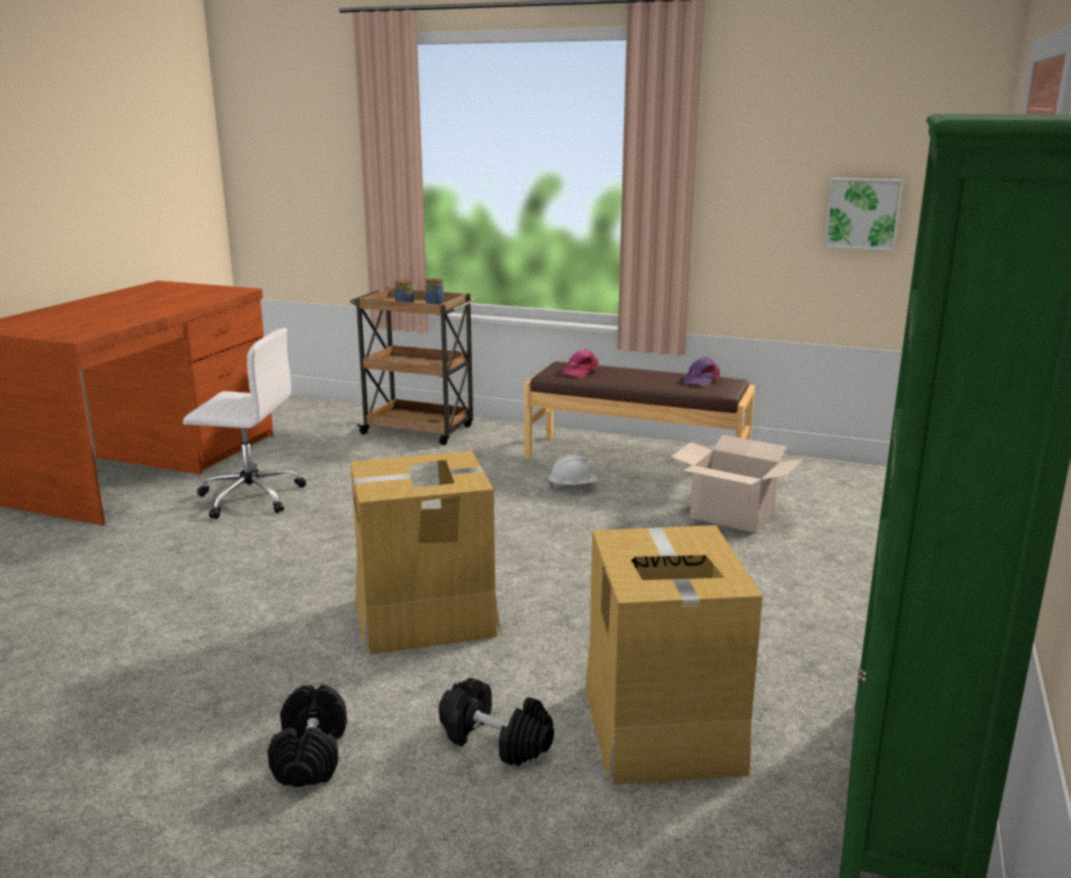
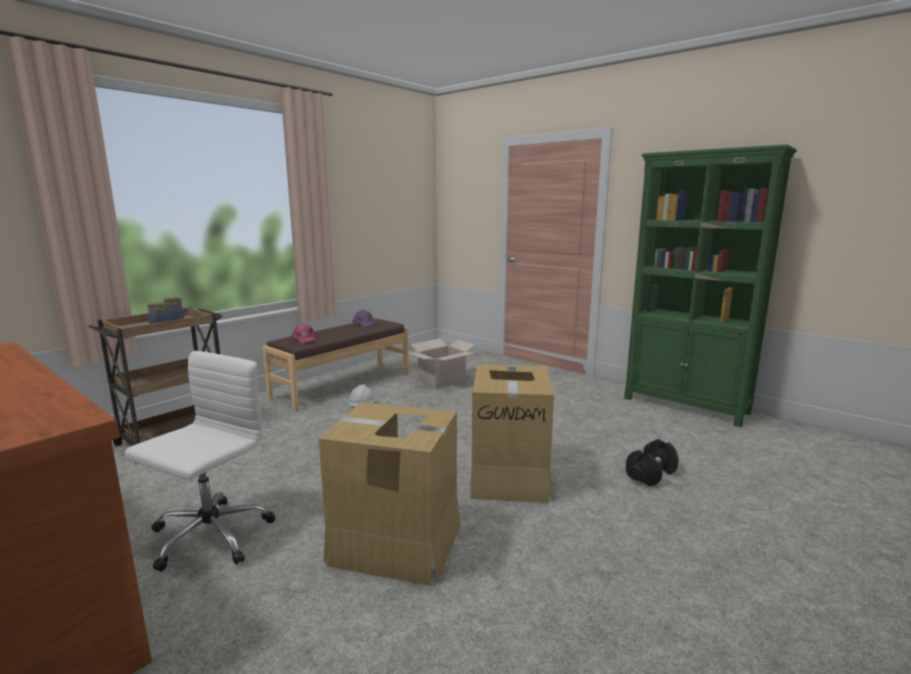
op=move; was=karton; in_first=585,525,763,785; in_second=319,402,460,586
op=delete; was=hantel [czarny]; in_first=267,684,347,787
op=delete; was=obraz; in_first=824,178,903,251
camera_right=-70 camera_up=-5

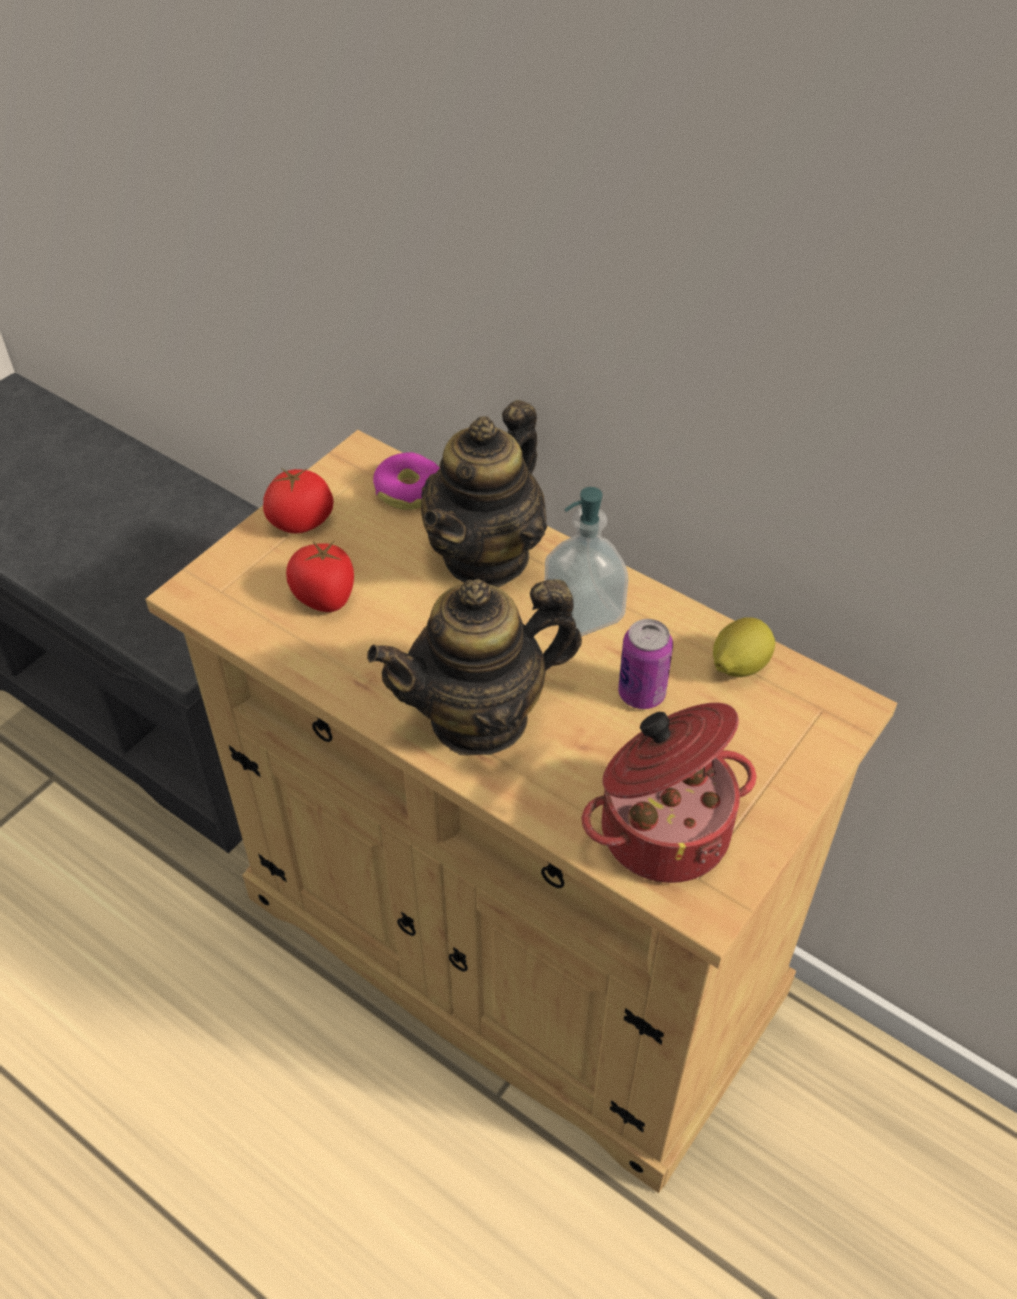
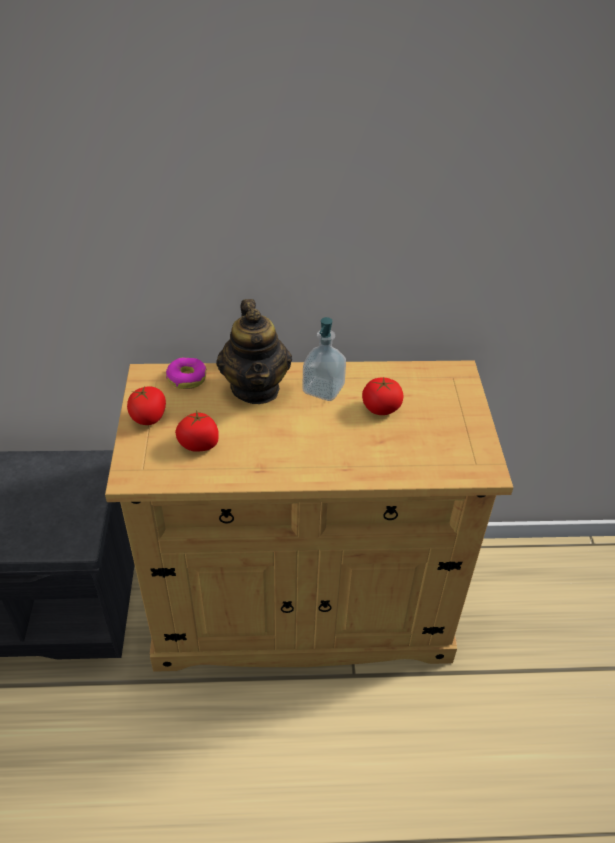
op=replace; was=puszka; now=pomidor; in_first=618,619,673,709; in_second=362,377,403,415
op=delete; was=imbryk; in_first=367,579,582,755
op=delete; was=garnek; in_first=581,703,757,883
op=delete; was=cytryna; in_first=713,617,775,677
camera_right=-40 camera_up=-5

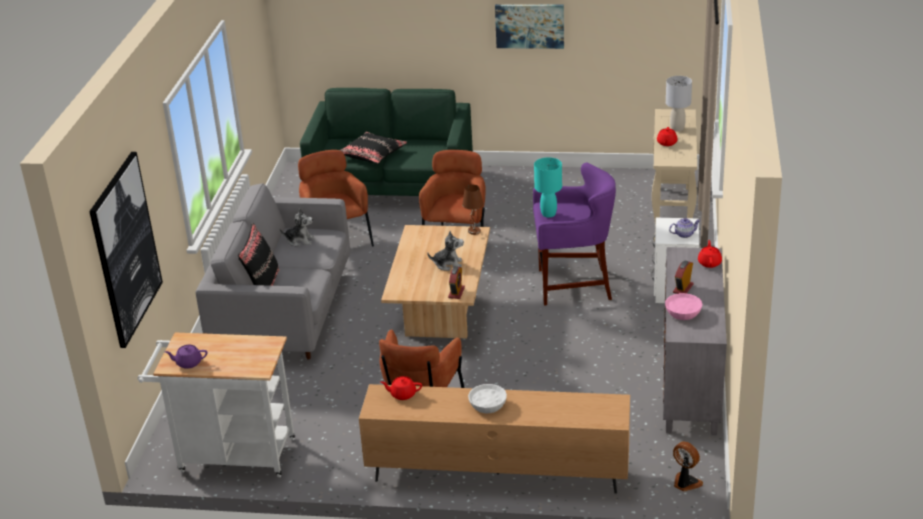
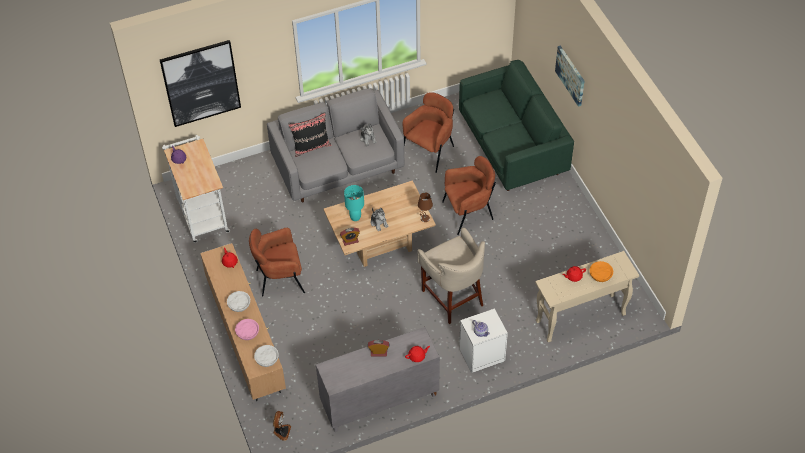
op=move; was=miska [różowy]; in_first=665,293,702,320; in_second=235,319,259,340
op=insert; now=miska [biały]; in_second=254,345,279,367
op=move; was=lampa stołowa [turkusowy]; in_first=534,157,562,218; in_second=344,185,364,221
op=recolor; was=stołek [fioletowy]; now=stołek [beżowy]; in_first=533,162,616,305; in_second=417,228,485,324
op=move; was=obraz; in_first=495,4,564,49; in_second=555,45,584,107
op=replace; was=lampa stołowa [szary]; now=miska [pomarańczowy]; in_first=666,76,692,132; in_second=590,261,613,282
op=delete; was=poduszka [czarny]; in_first=340,132,408,164
camera_right=60 camera_up=20

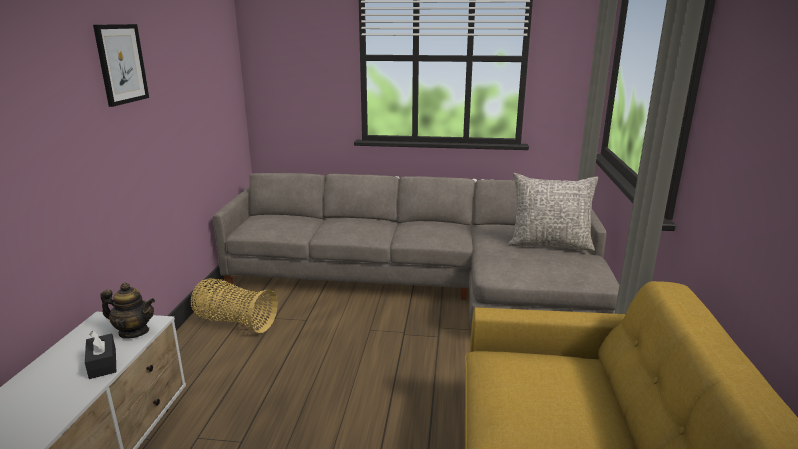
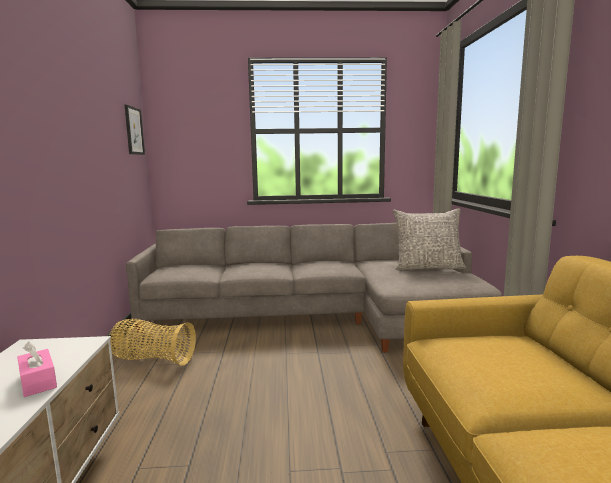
op=recolor; was=pudełko chusteczek [czarny]; now=pudełko chusteczek [różowy]; in_first=85,331,116,379; in_second=17,341,57,397
op=move; was=obraz; in_first=93,24,149,107; in_second=125,105,145,155
op=delete; was=imbryk; in_first=100,283,155,339
camera_right=-10 camera_up=-10

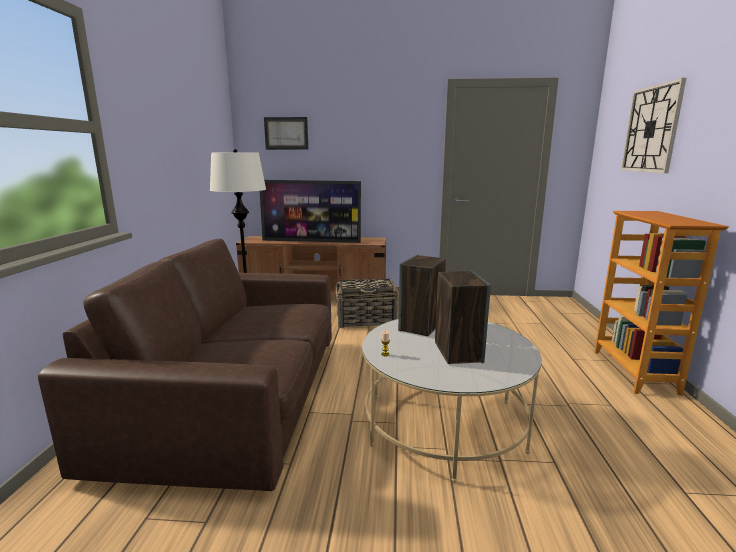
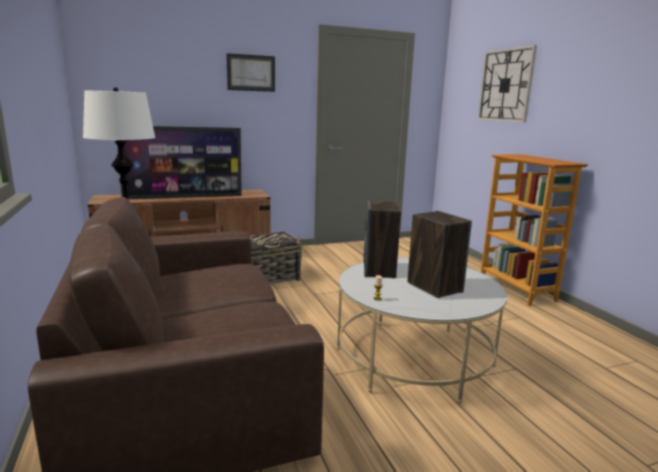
op=move; was=obraz; in_first=264,117,308,150; in_second=226,53,275,92
camera_right=-25 camera_up=0

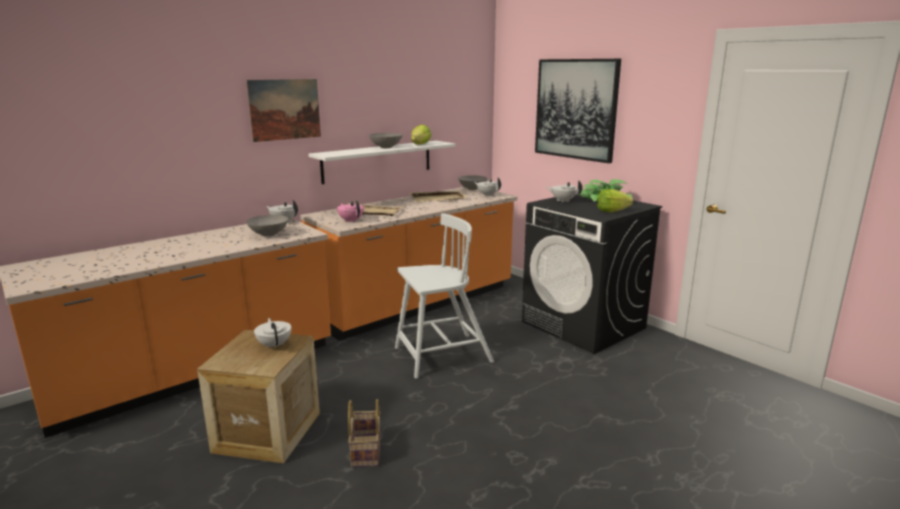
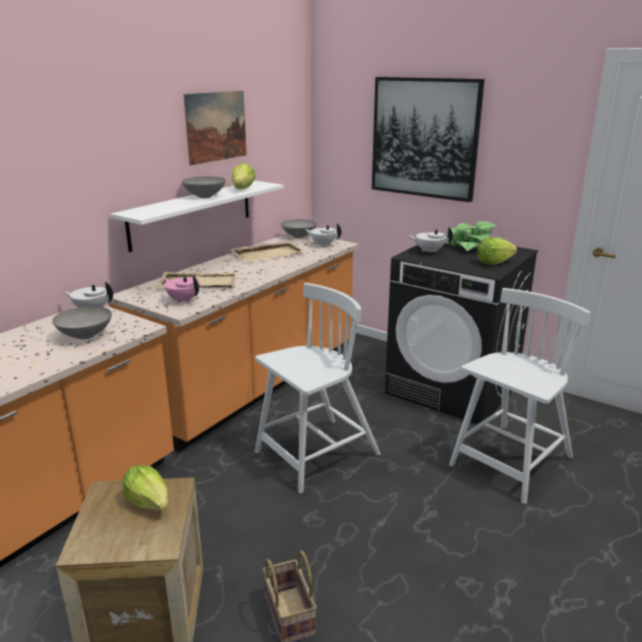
op=replace; was=imbryk [biały]; now=sałata; in_first=254,318,291,349; in_second=123,465,168,510
op=move; was=obraz; in_first=246,79,321,142; in_second=183,91,247,165
op=insert; now=krzesło [biały]; in_second=449,288,590,504
camera_right=-15 camera_up=5

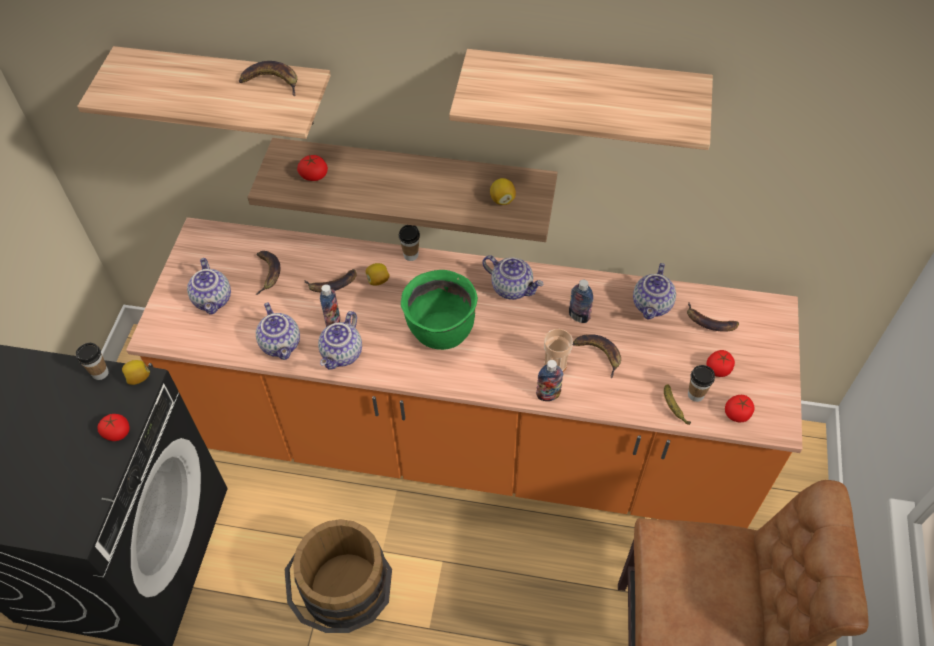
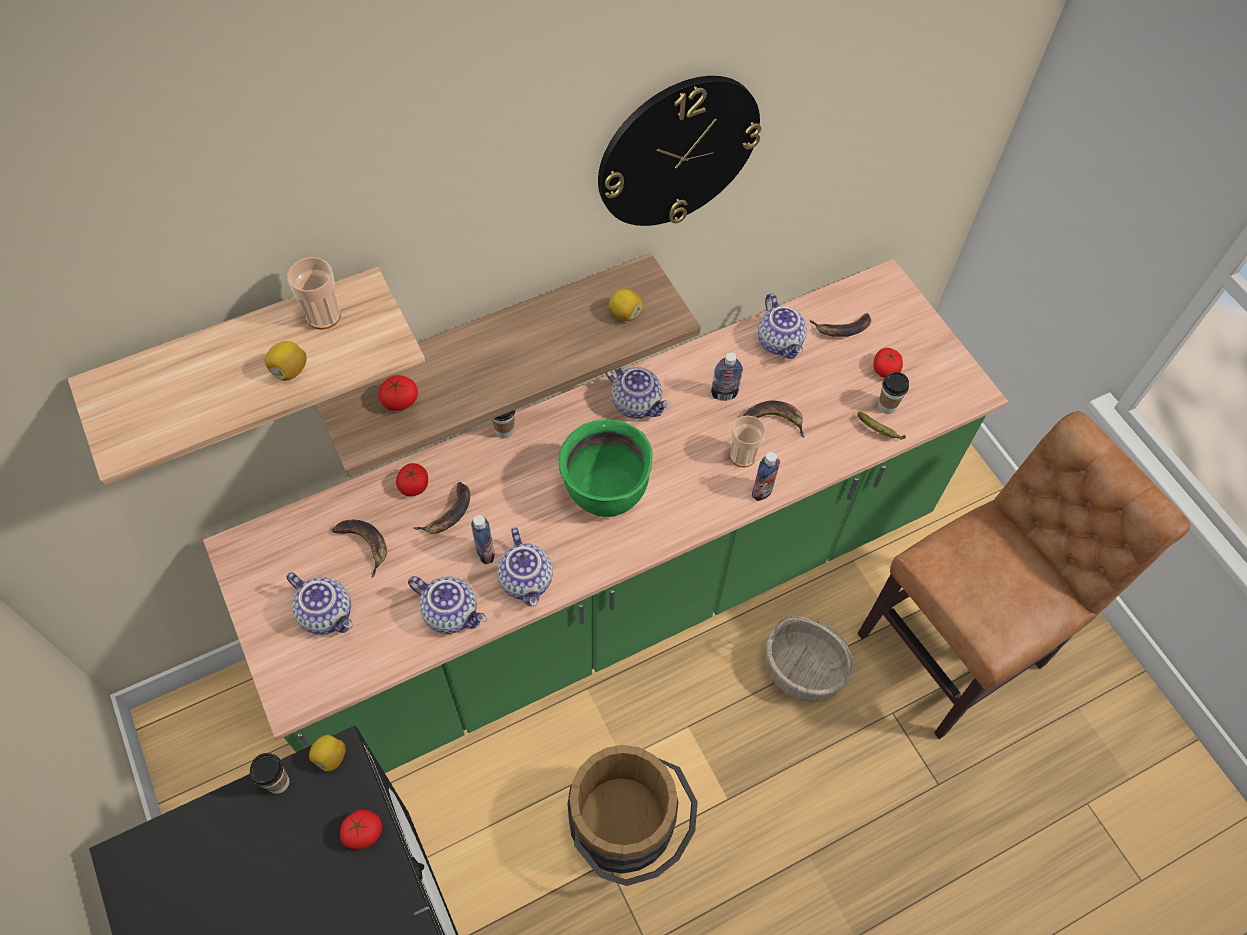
op=recolor; was=zabudowa kuchenna [pomarańczowy]; now=zabudowa kuchenna [zielony]; in_first=126,217,803,528; in_second=203,259,1008,773
op=move; was=cytryna; in_first=366,263,390,286; in_second=265,341,307,381
op=replace; was=banan; now=filiżanka; in_first=239,61,297,96; in_second=287,257,341,330
op=move; was=pomidor; in_first=725,395,754,422; in_second=396,463,428,496
op=replace; was=półka; now=zegar ścienny; in_first=449,49,713,150; in_second=598,76,761,226
op=rotate; was=imbryk; in_first=482,255,544,300; in_second=606,367,671,419; clockwise=45
op=insert; now=koszyk; in_second=765,615,853,702
camera_right=-40 camera_up=5

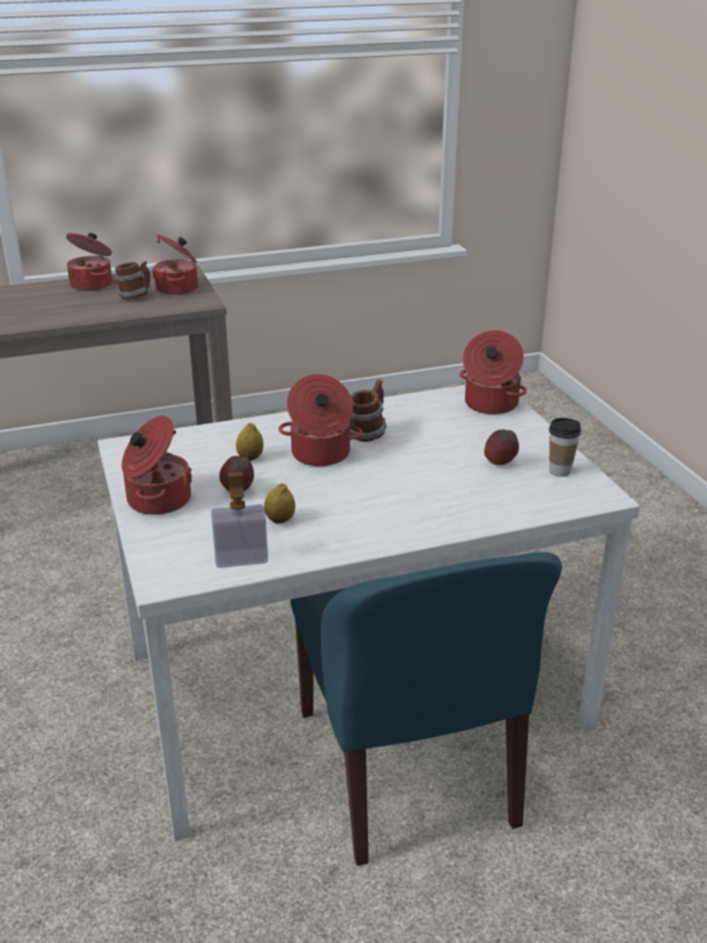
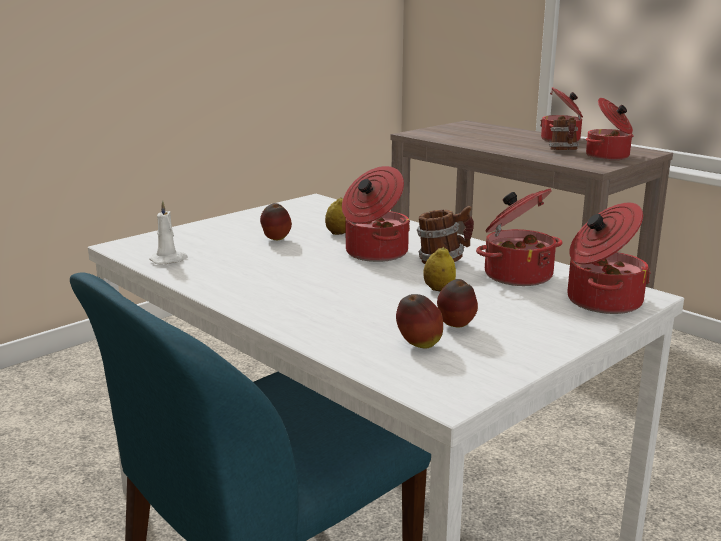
op=replace; was=dozownik mydła; now=świeca [biały]; in_first=211,472,268,568; in_second=149,200,188,265
op=insert; now=jabłko; in_second=396,294,443,348
op=move; was=cytryna; in_first=264,483,295,523; in_second=423,247,456,291
op=move; was=garnek; in_first=122,416,193,515; in_second=476,189,562,286
op=delete; was=filiżanka; in_first=549,418,581,477
camera_right=65 camera_up=-10

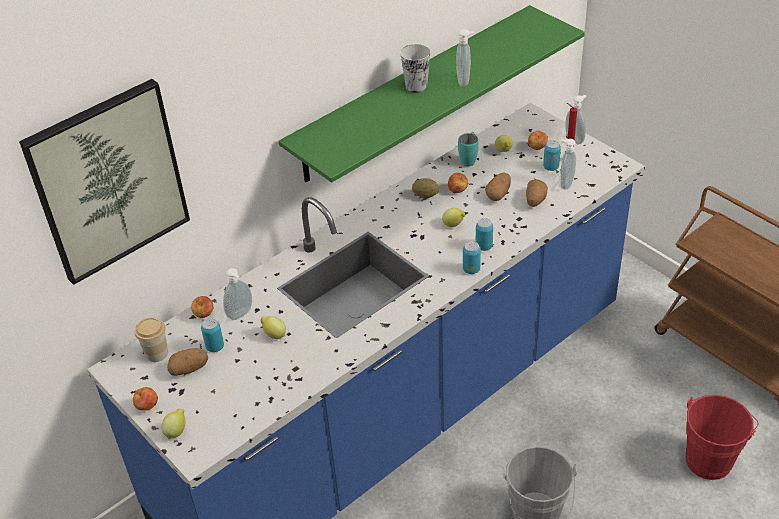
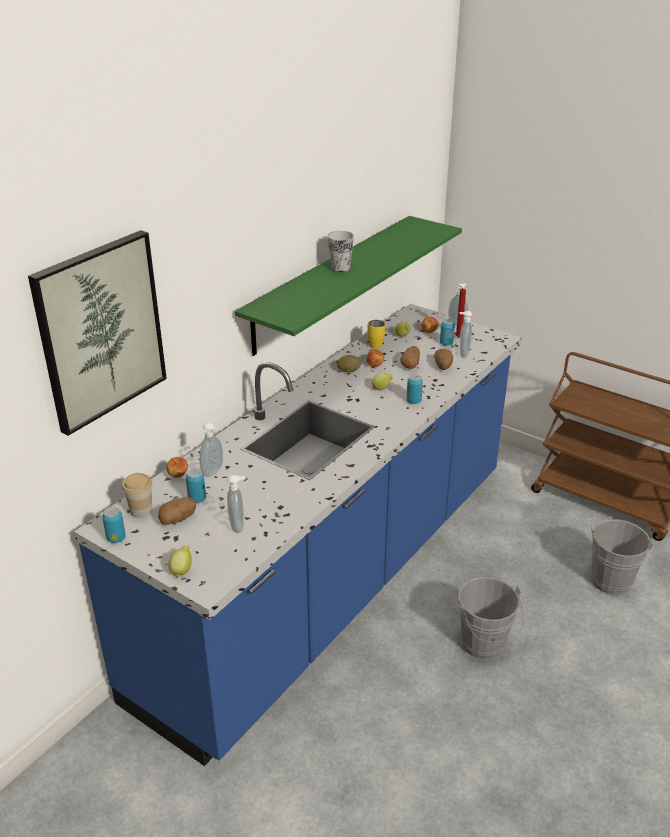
op=move; was=puszka; in_first=463,241,481,274; in_second=102,507,126,543
op=move; was=dozownik mydła; in_first=456,29,474,87; in_second=227,475,245,533
op=recolor; was=kubek [turkusowy]; now=kubek [żółty]; in_first=458,132,479,167; in_second=367,320,385,349
op=recolor; was=wiadro [czerwony]; now=wiadro [szary]; in_first=686,394,759,480; in_second=591,519,654,595
op=delete; was=jabłko; in_first=133,387,158,410
op=delete; was=cytryna; in_first=261,316,286,339
camera_right=-15 camera_up=-10

